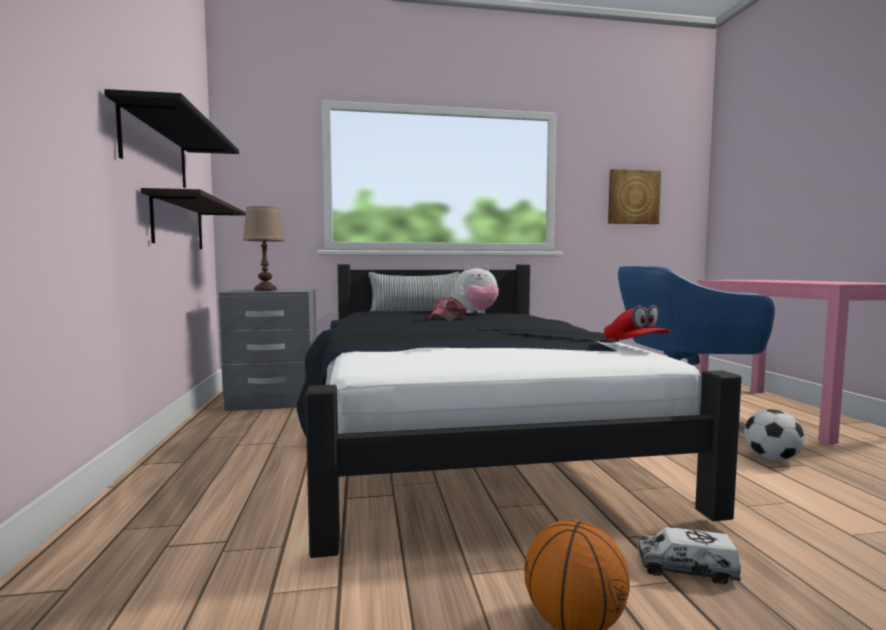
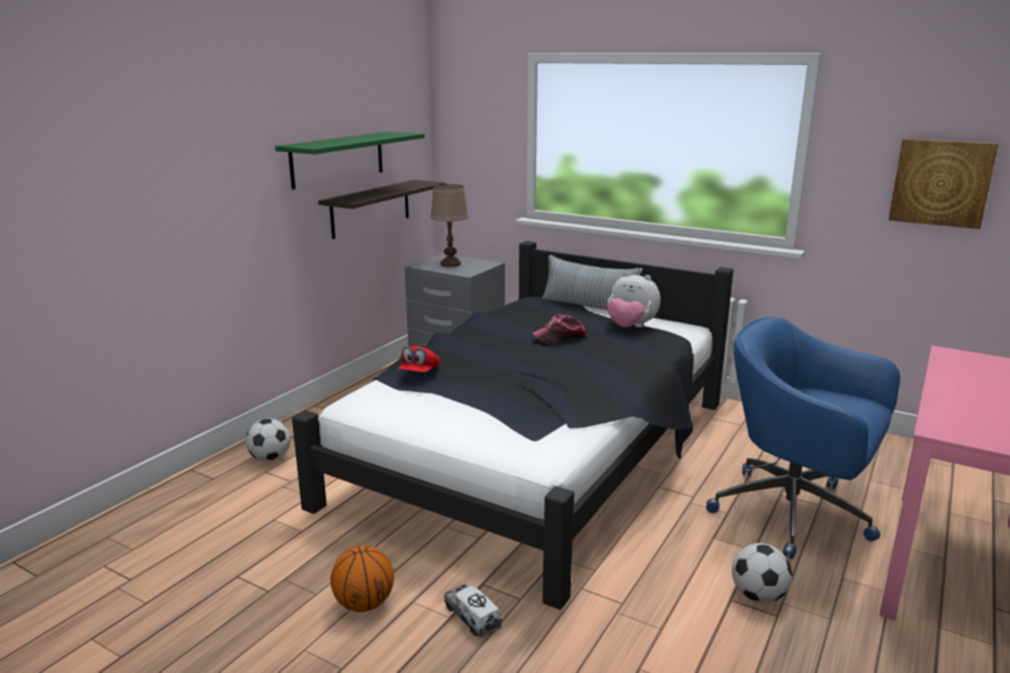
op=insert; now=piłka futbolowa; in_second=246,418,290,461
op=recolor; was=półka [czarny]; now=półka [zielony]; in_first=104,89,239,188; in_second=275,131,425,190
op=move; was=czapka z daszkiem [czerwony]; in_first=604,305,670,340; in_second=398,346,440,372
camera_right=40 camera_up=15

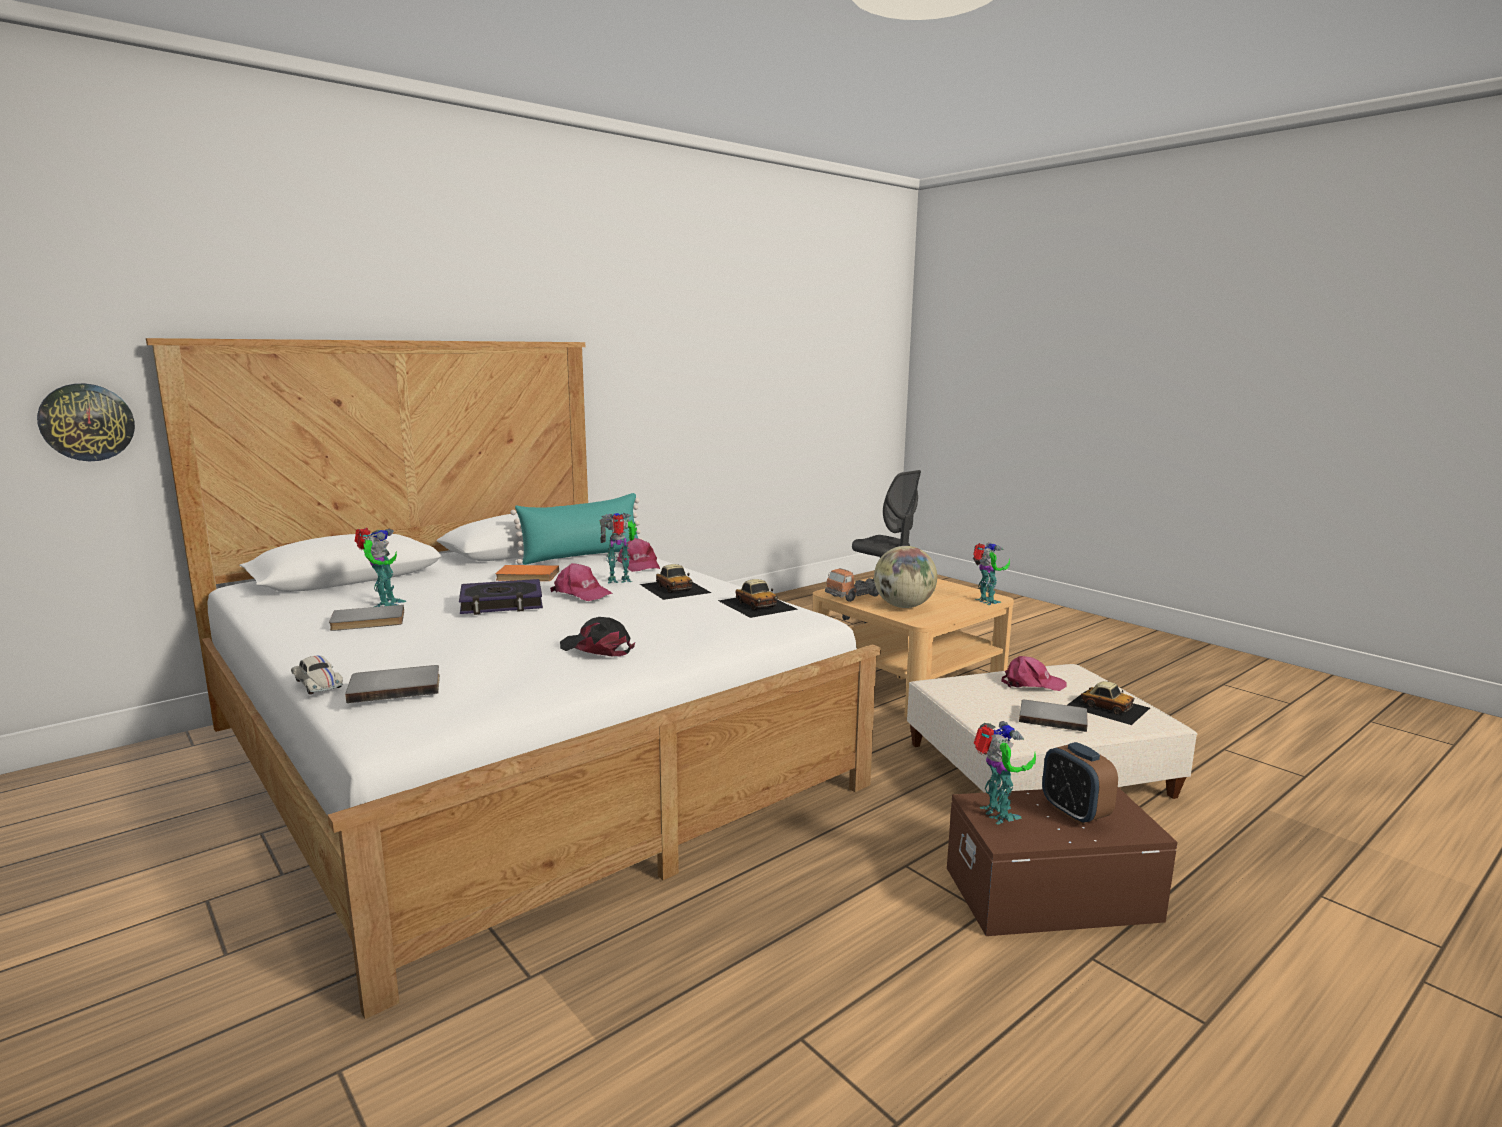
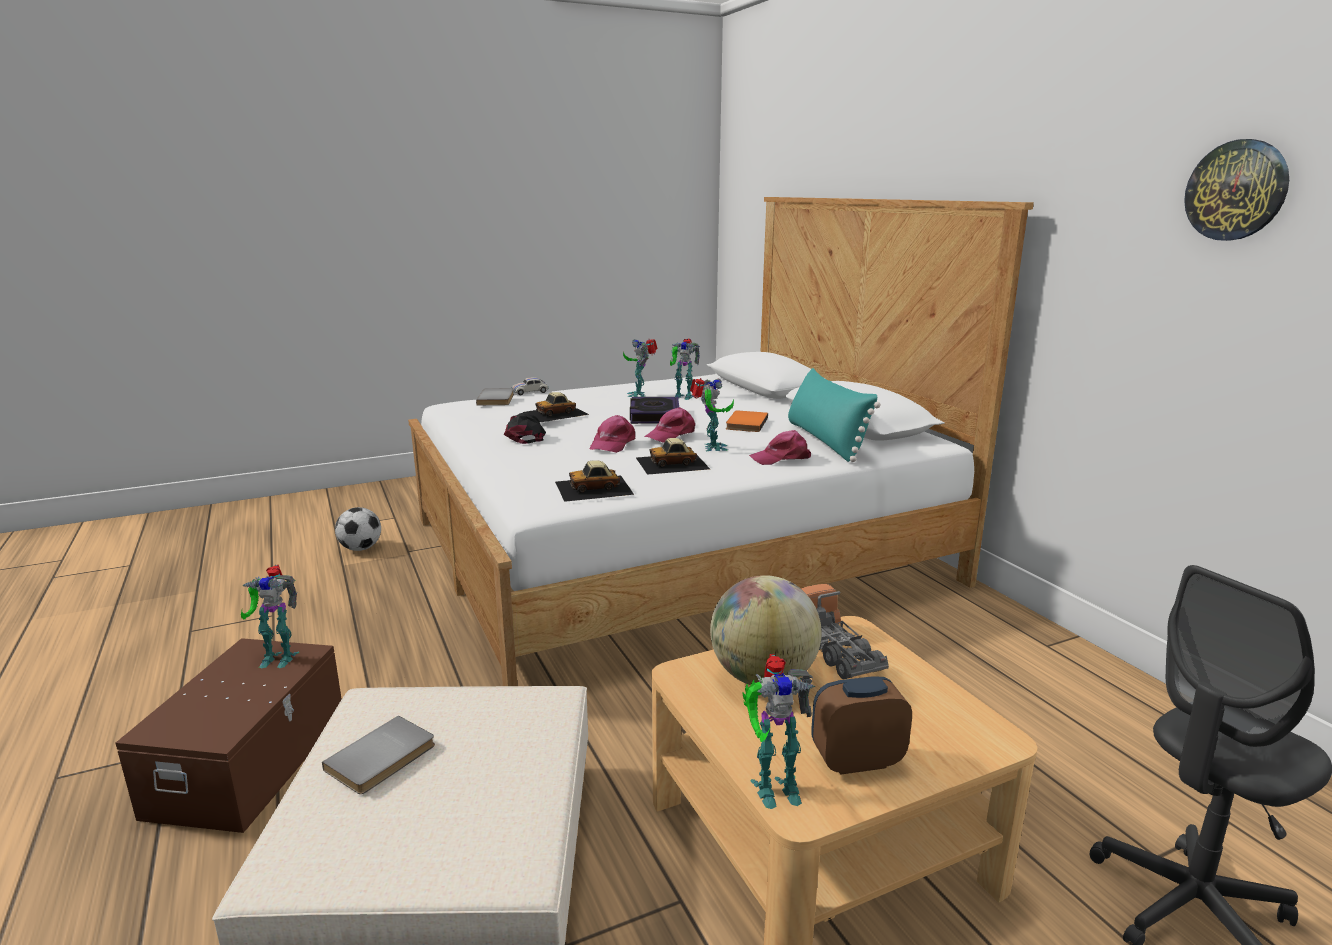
op=insert; now=piłka futbolowa; in_second=335,507,381,551
op=rotate; was=czapka z daszkiem [czarny]; in_first=560,617,635,657; in_second=504,413,546,444; clockwise=-60
op=move; was=samochodzik; in_first=1067,681,1150,725; in_second=523,392,589,422
op=move; was=czapka z daszkiem [różowy]; in_first=1001,656,1067,691; in_second=590,415,635,453
op=replace; was=książka [szary]; now=robot zabawkowy; in_first=329,605,404,631; in_second=623,339,658,397
op=move; was=budzik; in_first=1042,742,1118,825; in_second=811,676,912,775
op=move; was=zegar ścienny; in_first=37,383,135,461; in_second=1184,139,1289,241
camera_right=105 camera_up=5

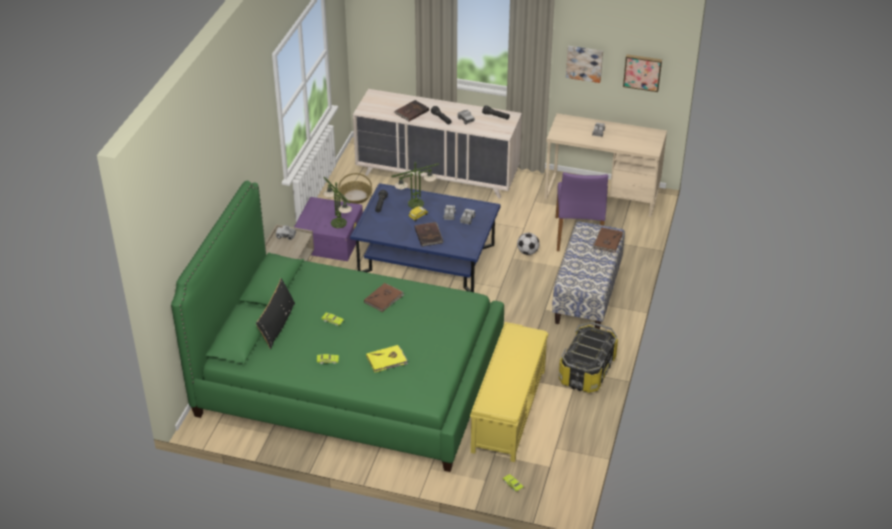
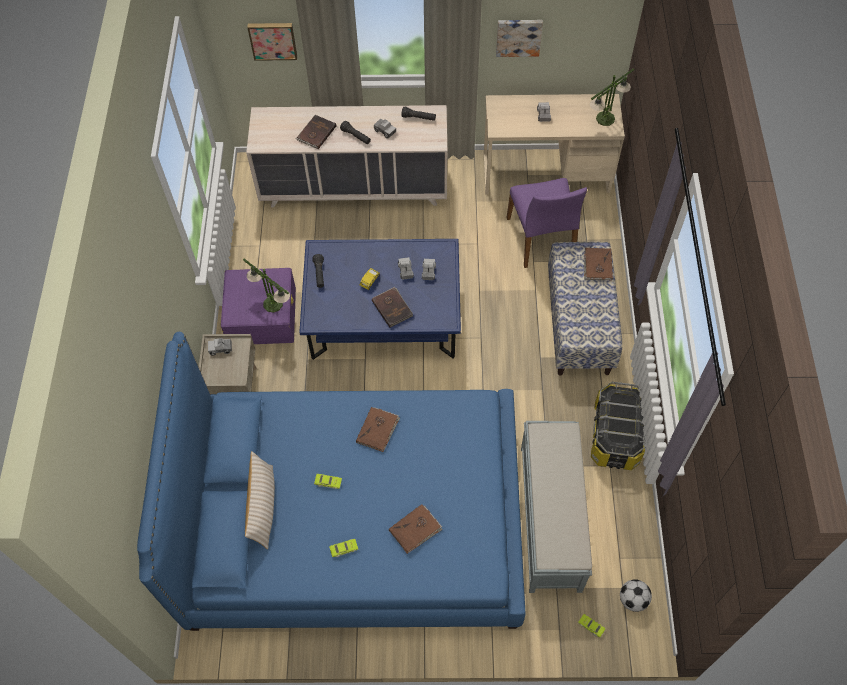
op=recolor; was=łóżko [zielony]; now=łóżko [niebieski]; in_first=171,181,504,472; in_second=137,332,526,631
op=recolor; was=poduszka [czarny]; now=poduszka [beżowy]; in_first=256,278,295,349; in_second=245,451,275,550
op=move; was=obraz; in_first=623,54,662,92; in_second=247,23,297,61
op=recolor; was=książka [żółty]; now=książka [brązowy]; in_first=366,345,408,372; in_second=389,504,443,554
op=recolor; was=ławka [żółty]; now=ławka [szary]; in_first=470,322,549,462; in_second=521,421,592,593
op=move; was=lampa stołowa; in_first=391,162,439,209; in_second=590,69,634,126
op=move; was=piłka futbolowa; in_first=517,233,540,255; in_second=620,579,652,612
op=delete; was=koszyk; in_first=338,173,372,204
camera_right=-15 camera_up=20

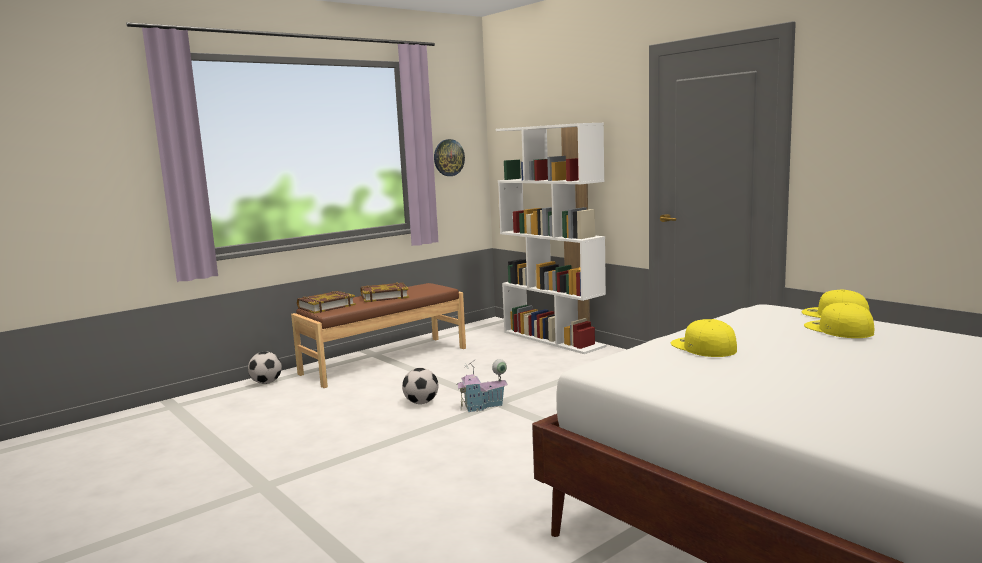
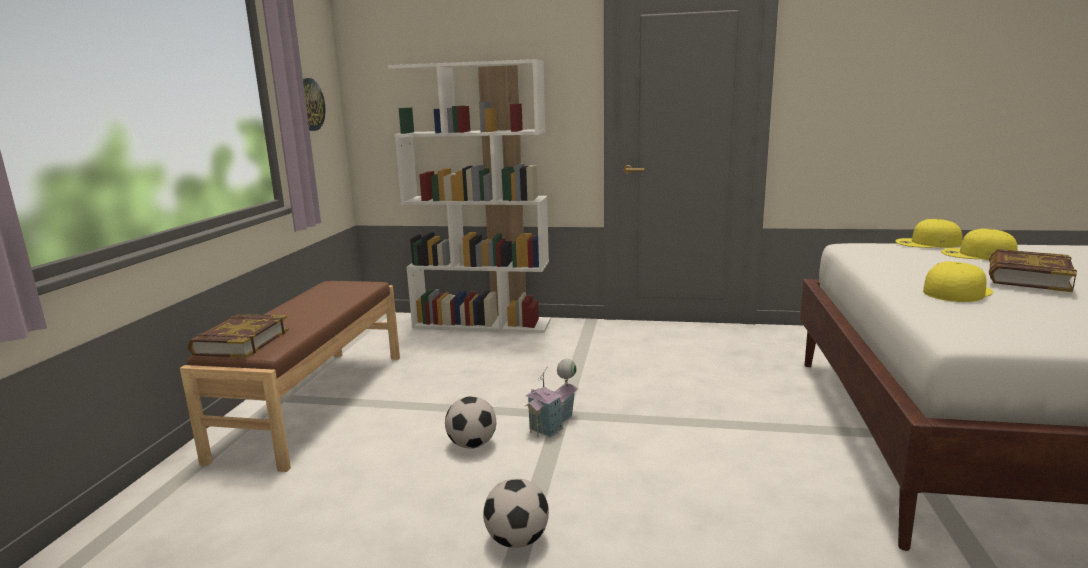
op=move; was=piłka futbolowa; in_first=248,351,282,384; in_second=483,479,549,548
op=rotate; was=czapka z daszkiem [żółty]; in_first=671,319,737,357; in_second=923,261,993,302; clockwise=120
op=move; was=książka; in_first=361,283,409,302; in_second=989,249,1077,292
camera_right=-40 camera_up=5

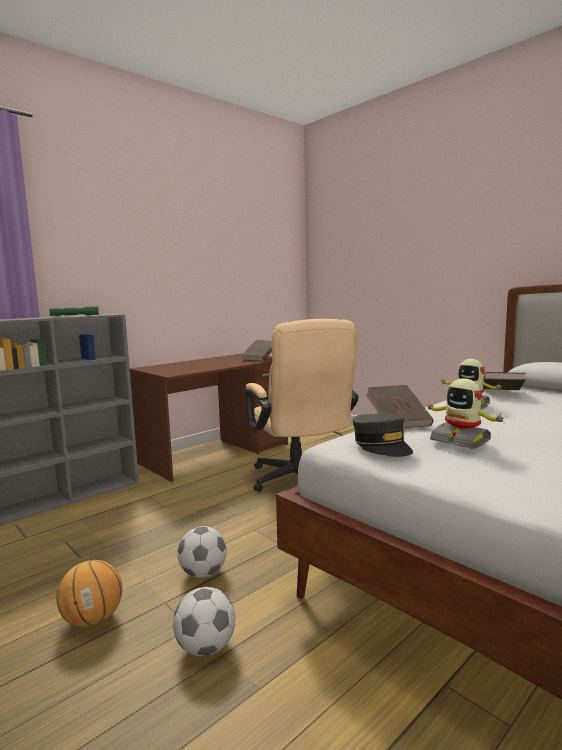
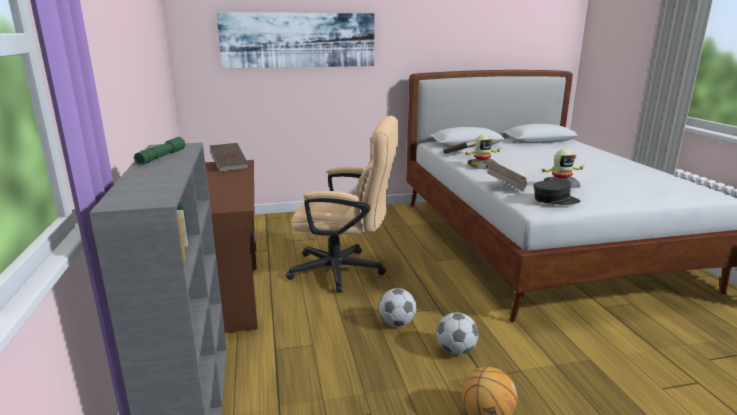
op=insert; now=obraz; in_second=216,12,374,68
op=move; was=piłka futbolowa; in_first=173,587,235,656; in_second=379,288,416,327
camera_right=-60 camera_up=10

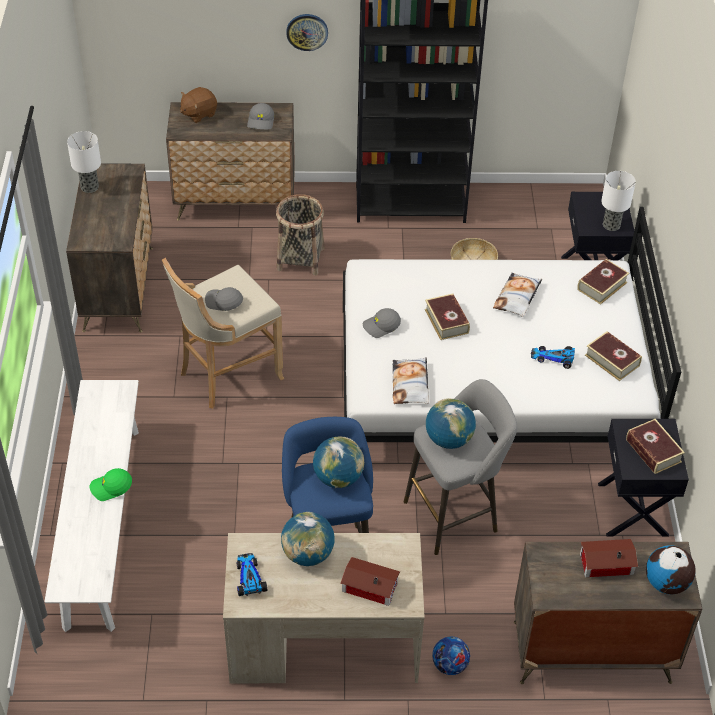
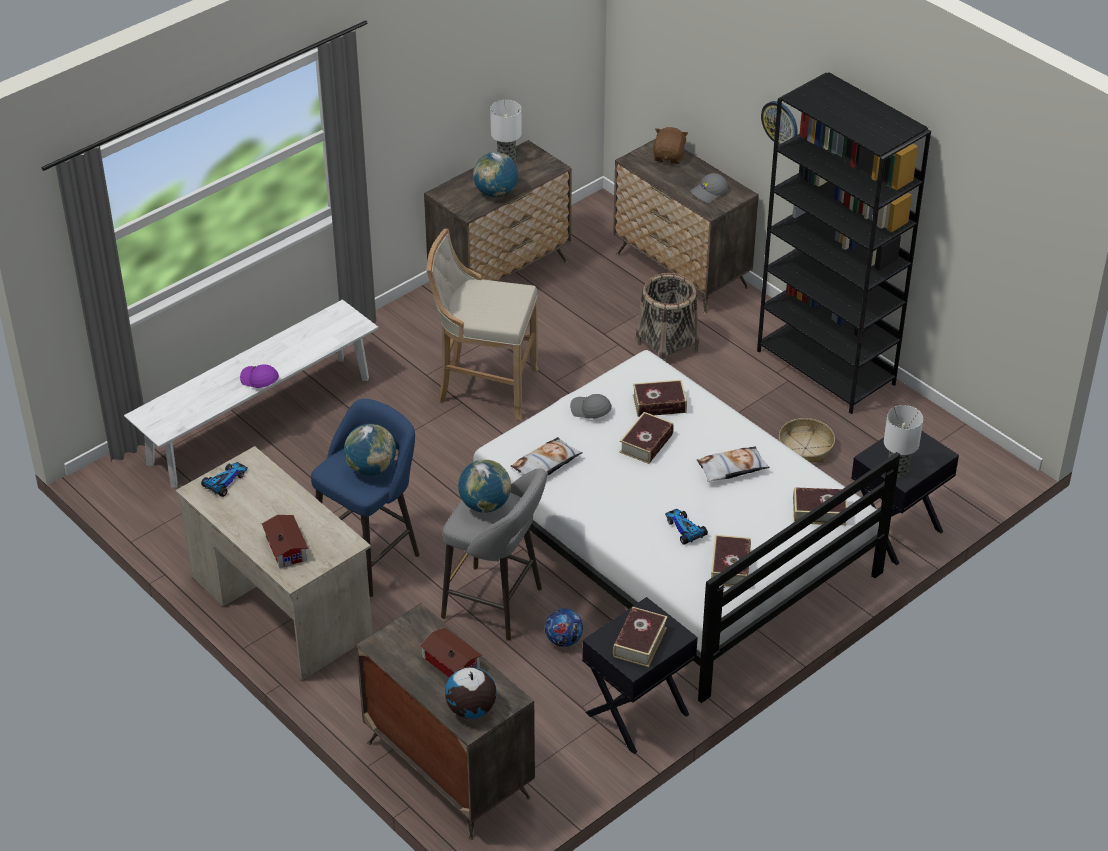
op=recolor; was=czapka z daszkiem [zielony]; now=czapka z daszkiem [fioletowy]; in_first=90,468,132,501; in_second=240,364,279,388
op=move; was=globus; in_first=281,512,335,566; in_second=473,152,518,197
op=move; was=piłka futbolowa; in_first=432,637,470,675; in_second=545,608,583,647
op=insert; now=książka; in_second=633,380,687,417
op=rotate; was=pluszak [brązowy]; in_first=180,87,217,123; in_second=653,127,688,164; clockwise=90
op=delete; was=czapka z daszkiem [szary]; in_first=205,287,243,311
camera_right=50 camera_up=-5

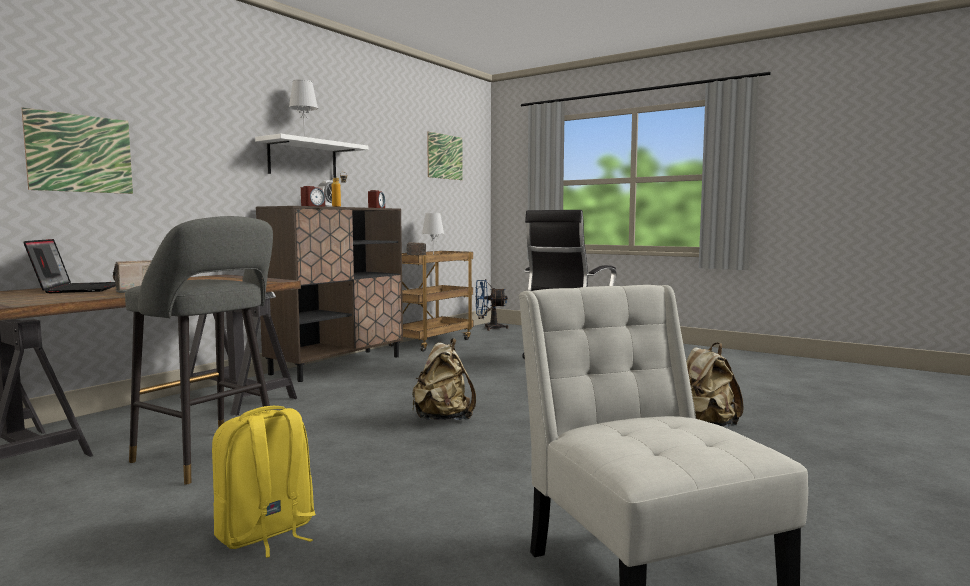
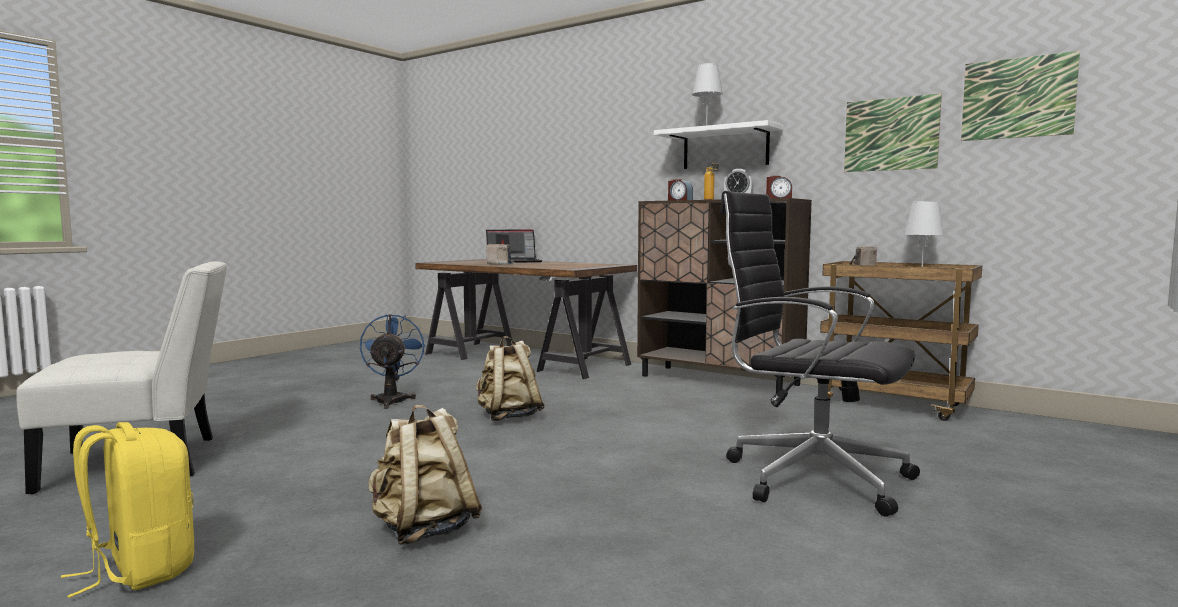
op=move; was=plecak [żółty]; in_first=212,406,316,558; in_second=61,422,194,598
op=move; was=wentylator [niebieski]; in_first=475,279,509,331; in_second=360,314,426,409
op=move; was=obraz; in_first=21,107,133,194; in_second=844,93,942,172
op=delete; was=stołek [szary]; in_first=125,216,273,485
camera_right=90 camera_up=0

